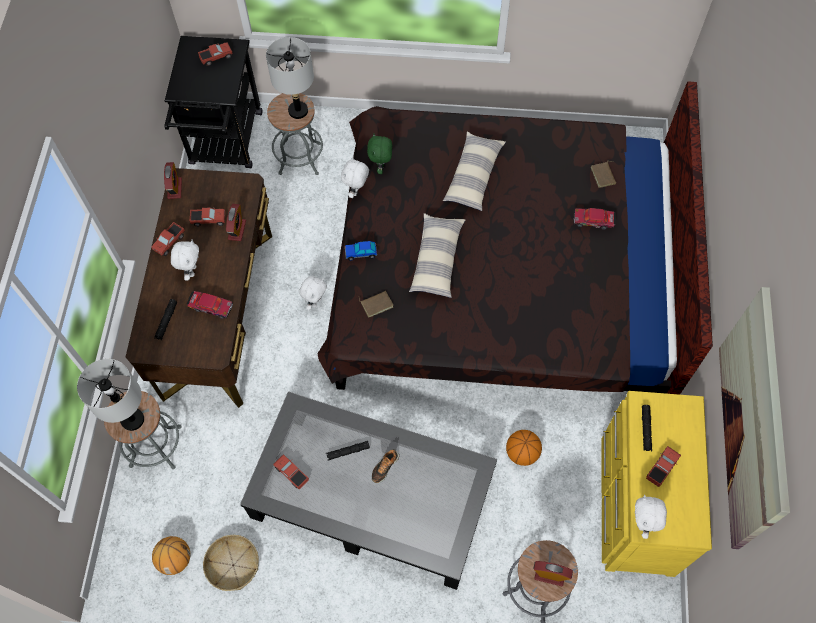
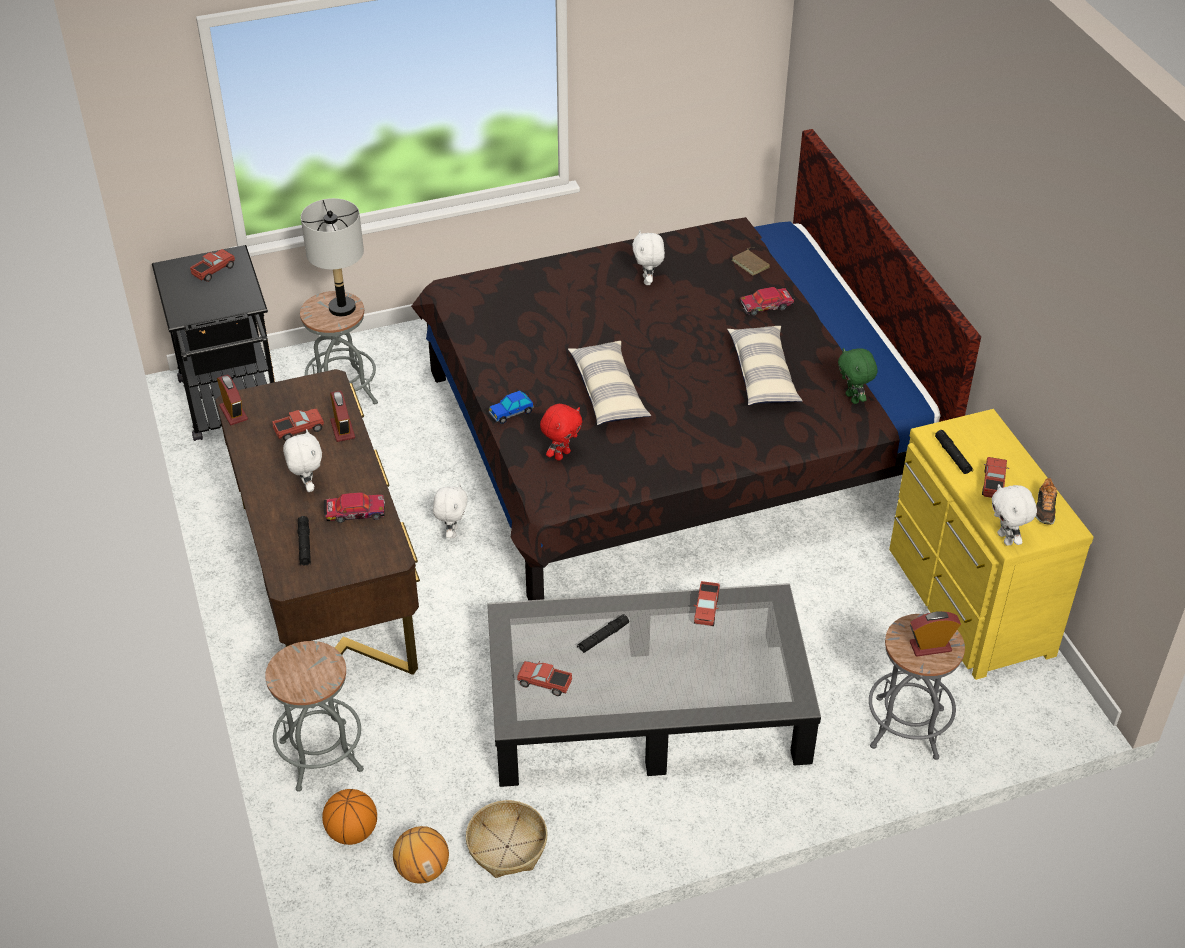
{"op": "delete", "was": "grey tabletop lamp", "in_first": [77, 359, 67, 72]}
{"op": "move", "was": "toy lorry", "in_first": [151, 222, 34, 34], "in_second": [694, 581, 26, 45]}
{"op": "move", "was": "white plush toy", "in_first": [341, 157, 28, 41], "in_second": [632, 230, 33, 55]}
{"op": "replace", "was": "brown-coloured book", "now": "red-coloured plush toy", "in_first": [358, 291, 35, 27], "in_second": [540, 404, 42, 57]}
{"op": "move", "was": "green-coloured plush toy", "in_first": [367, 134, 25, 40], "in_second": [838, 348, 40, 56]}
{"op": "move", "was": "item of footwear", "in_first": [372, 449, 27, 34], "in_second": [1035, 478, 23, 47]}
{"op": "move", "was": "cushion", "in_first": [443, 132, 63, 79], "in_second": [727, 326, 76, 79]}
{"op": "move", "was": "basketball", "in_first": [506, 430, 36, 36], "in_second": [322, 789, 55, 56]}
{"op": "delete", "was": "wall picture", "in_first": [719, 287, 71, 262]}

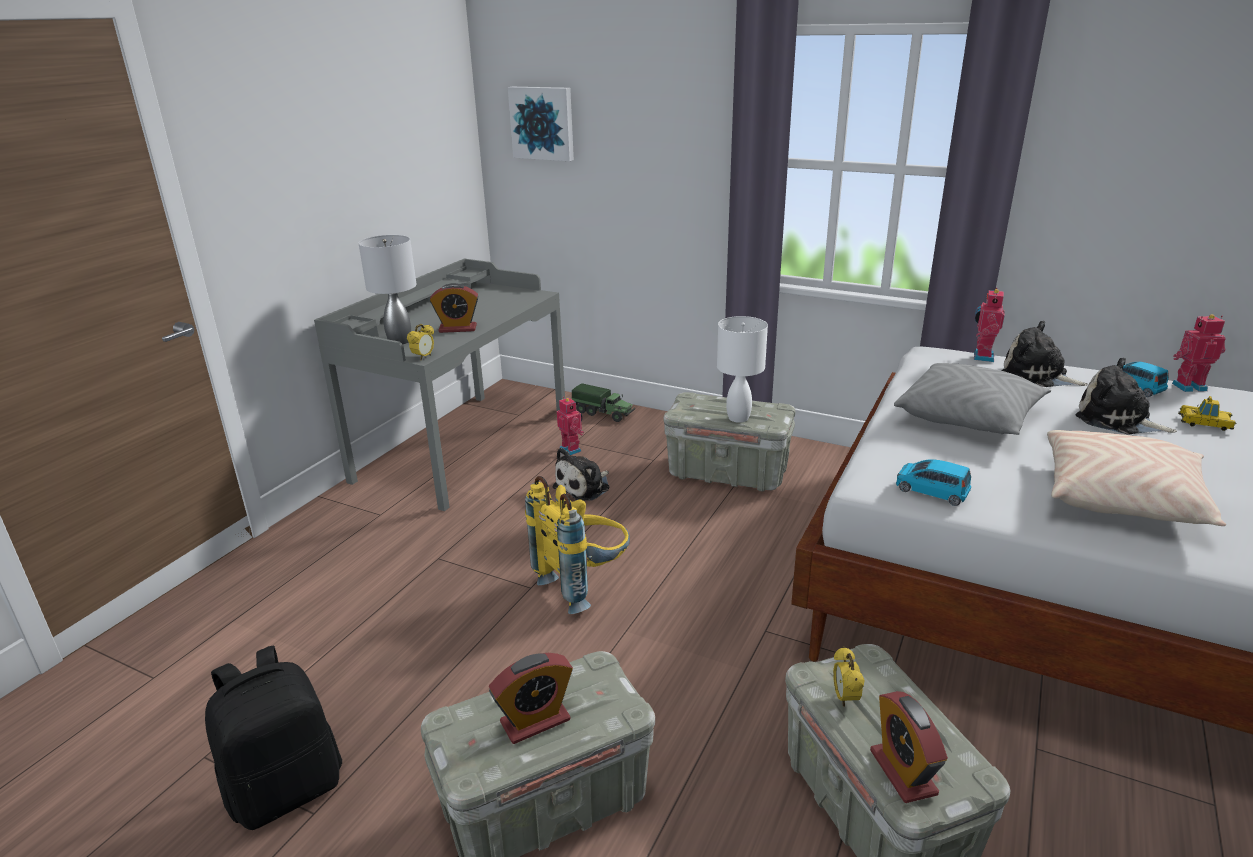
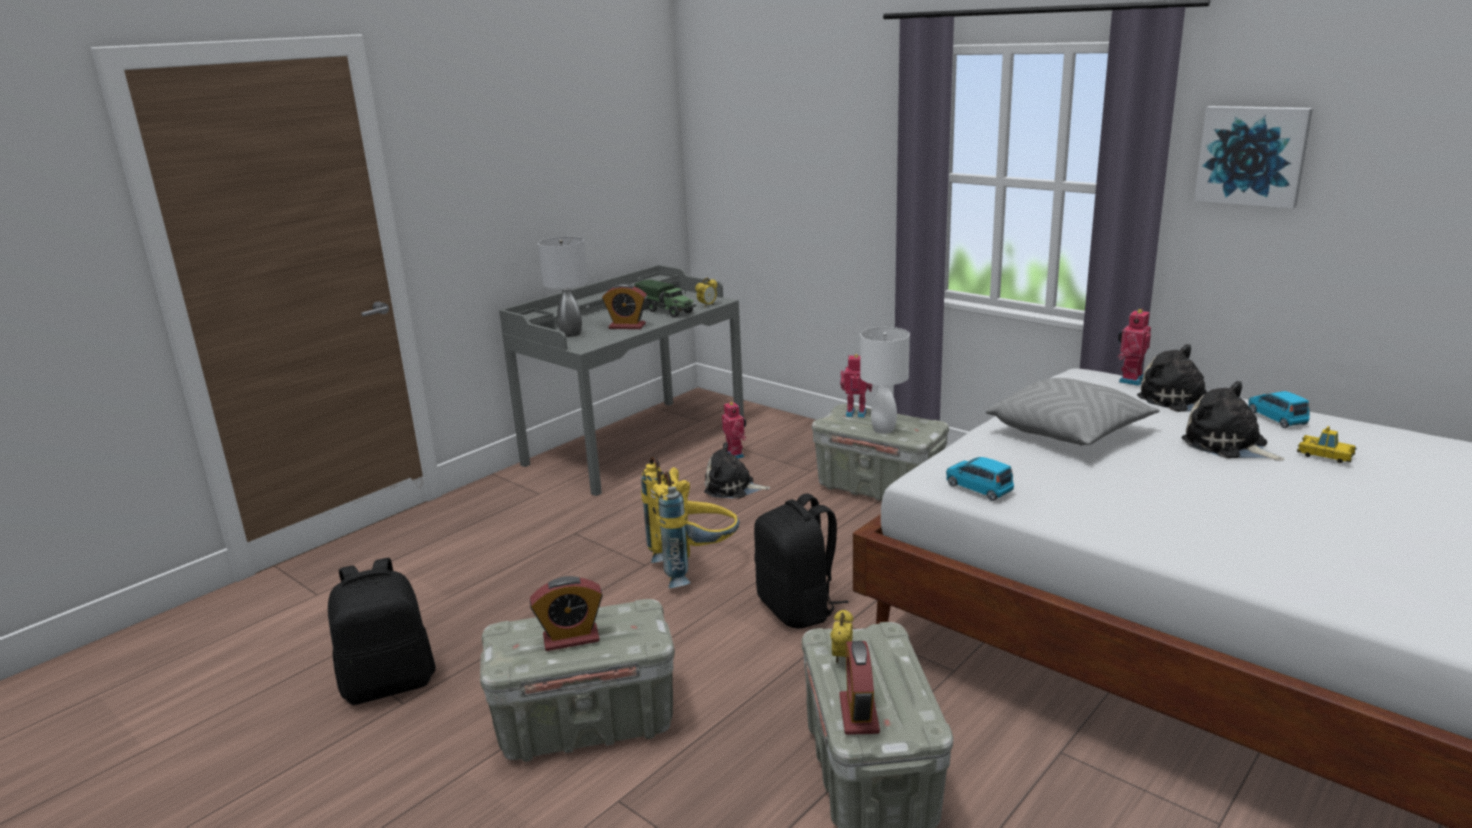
{"op": "move", "was": "table clock", "in_first": [407, 324, 27, 36], "in_second": [695, 278, 23, 29]}
{"op": "move", "was": "wall picture", "in_first": [508, 87, 66, 74], "in_second": [1194, 106, 119, 103]}
{"op": "rotate", "was": "plush toy", "in_first": [552, 448, 57, 53], "in_second": [704, 442, 66, 56], "clockwise": 45}
{"op": "move", "was": "toy lorry", "in_first": [572, 383, 63, 39], "in_second": [634, 279, 62, 39]}
{"op": "delete", "was": "beige-coloured cushion", "in_first": [1047, 430, 179, 96]}
{"op": "move", "was": "toy robot", "in_first": [1172, 314, 54, 78], "in_second": [840, 354, 32, 64]}
{"op": "insert", "now": "blackish backpack", "in_second": [754, 493, 94, 136]}

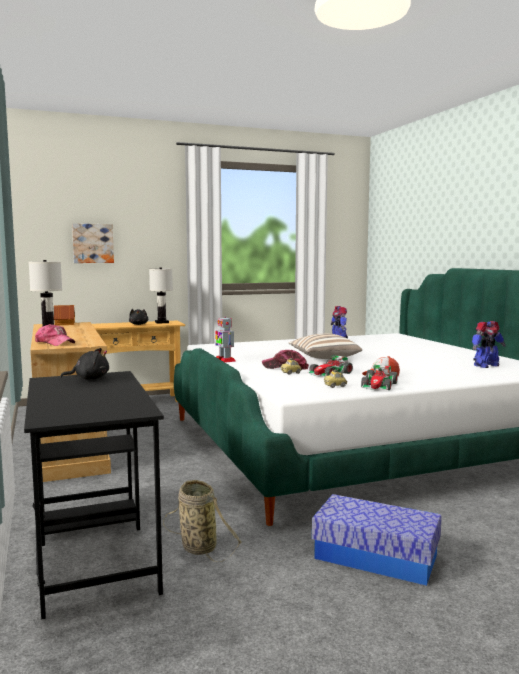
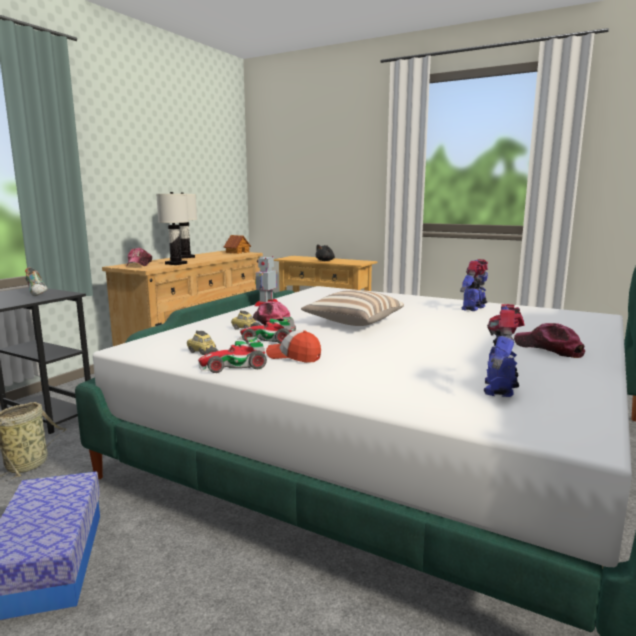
{"op": "replace", "was": "blackish plush toy", "now": "item of footwear", "in_first": [60, 348, 49, 32], "in_second": [25, 267, 23, 29]}
{"op": "delete", "was": "wall picture", "in_first": [72, 223, 42, 40]}
{"op": "move", "was": "white tabletop lamp", "in_first": [149, 268, 24, 56], "in_second": [156, 192, 33, 73]}
{"op": "rotate", "was": "toy robot", "in_first": [472, 321, 34, 47], "in_second": [484, 304, 41, 93], "clockwise": 90}
{"op": "insert", "now": "cap", "in_second": [514, 323, 71, 35]}

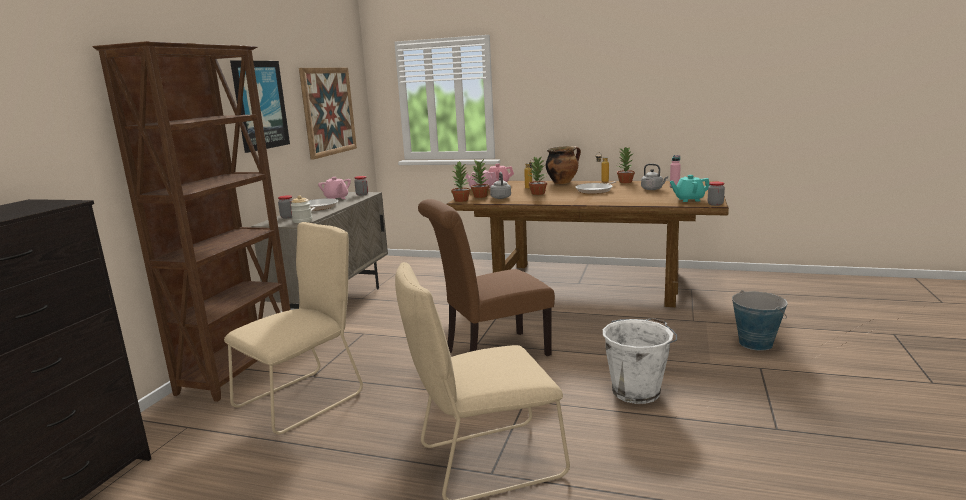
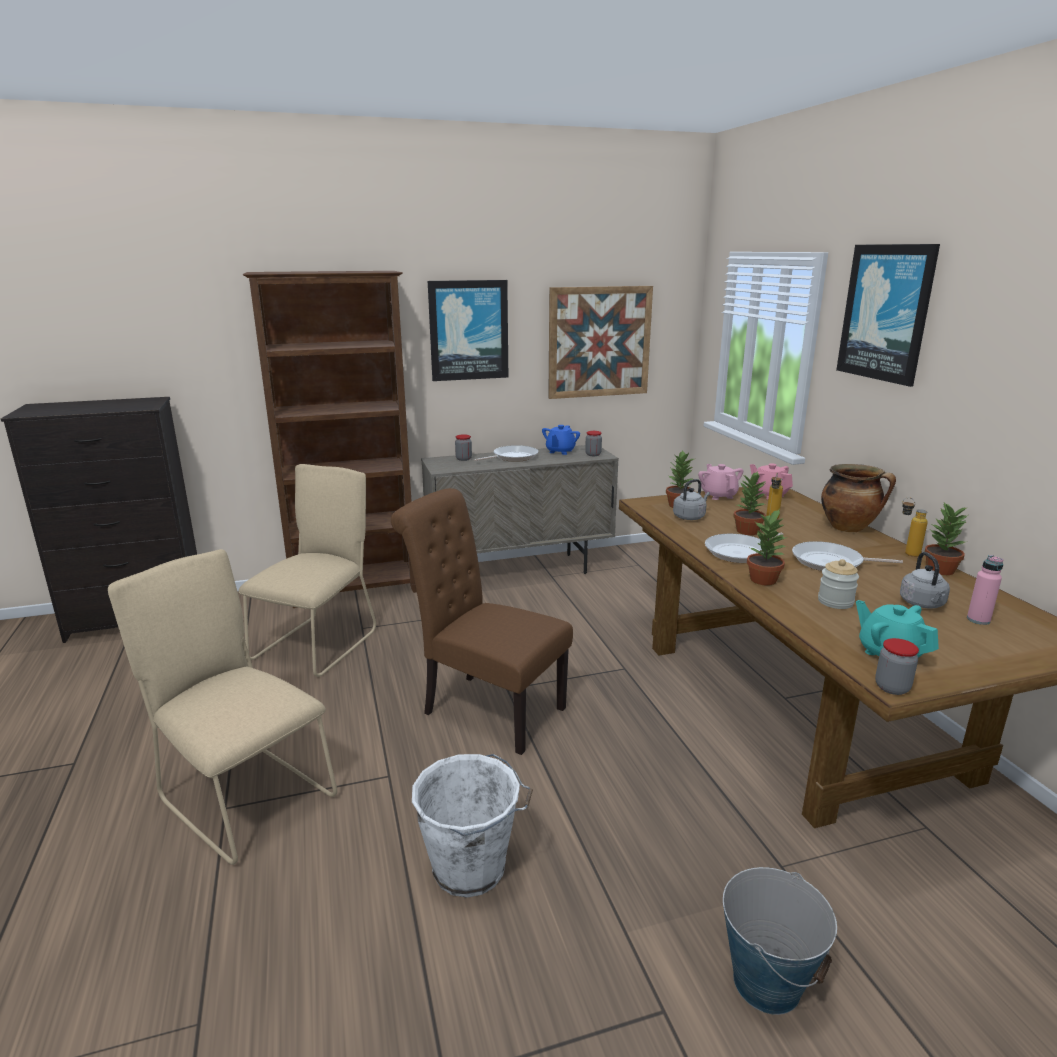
{"op": "rotate", "was": "beige-coloured plain chair", "in_first": [224, 222, 139, 212], "in_second": [239, 464, 137, 213], "clockwise": -75}
{"op": "move", "was": "preserve jar", "in_first": [290, 196, 22, 27], "in_second": [818, 559, 41, 50]}
{"op": "recolor", "was": "pinkish pot for tea", "now": "bluish pot for tea", "in_first": [318, 177, 33, 22], "in_second": [542, 425, 38, 30]}
{"op": "move", "was": "plant in a pot", "in_first": [451, 161, 19, 41], "in_second": [747, 509, 40, 77]}
{"op": "insert", "now": "pan", "in_second": [705, 533, 78, 30]}
{"op": "insert", "now": "wall picture", "in_second": [836, 244, 104, 143]}

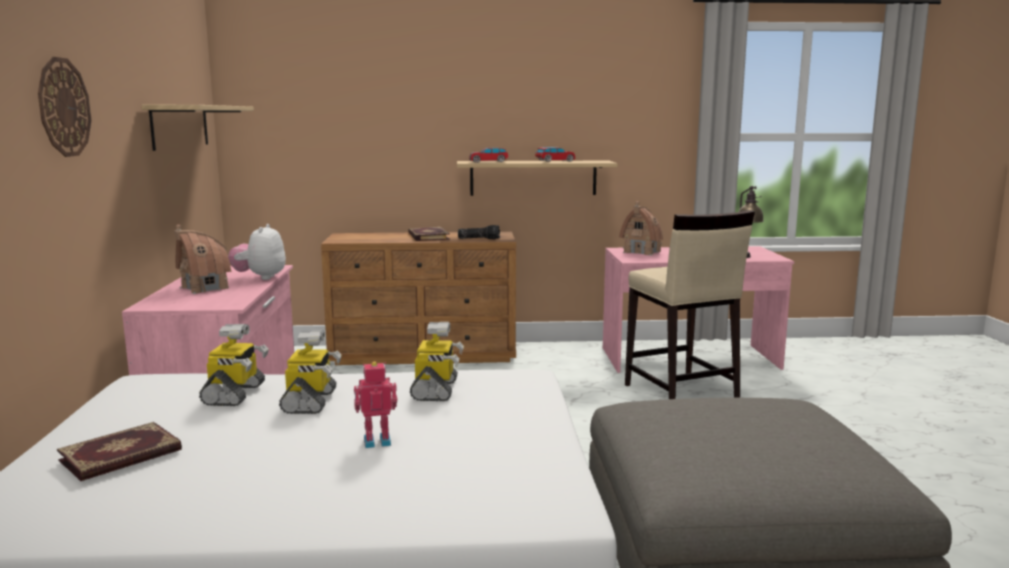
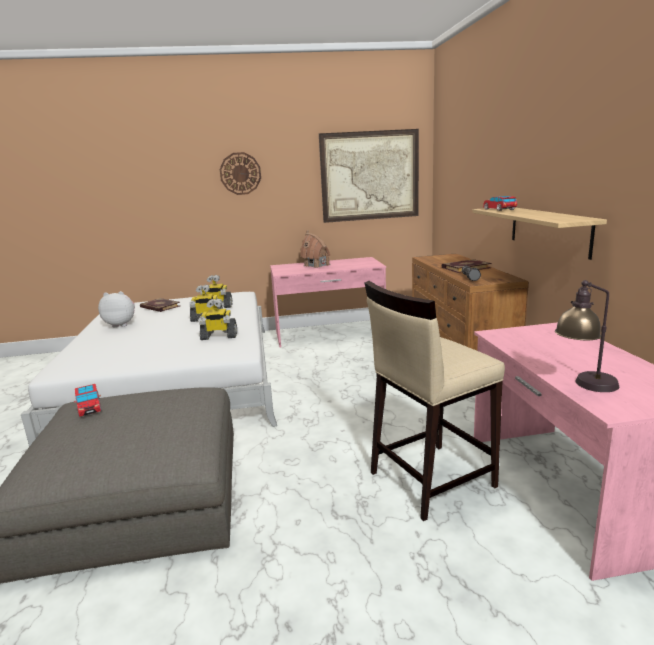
{"op": "replace", "was": "shelf", "now": "wall picture", "in_first": [142, 105, 112, 46], "in_second": [319, 129, 100, 94]}
{"op": "move", "was": "plush toy", "in_first": [228, 224, 58, 56], "in_second": [98, 291, 37, 36]}
{"op": "delete", "was": "toy robot", "in_first": [354, 361, 43, 87]}
{"op": "move", "was": "toy car", "in_first": [535, 147, 40, 15], "in_second": [74, 384, 28, 33]}
{"op": "delete", "was": "model house", "in_first": [619, 202, 44, 54]}

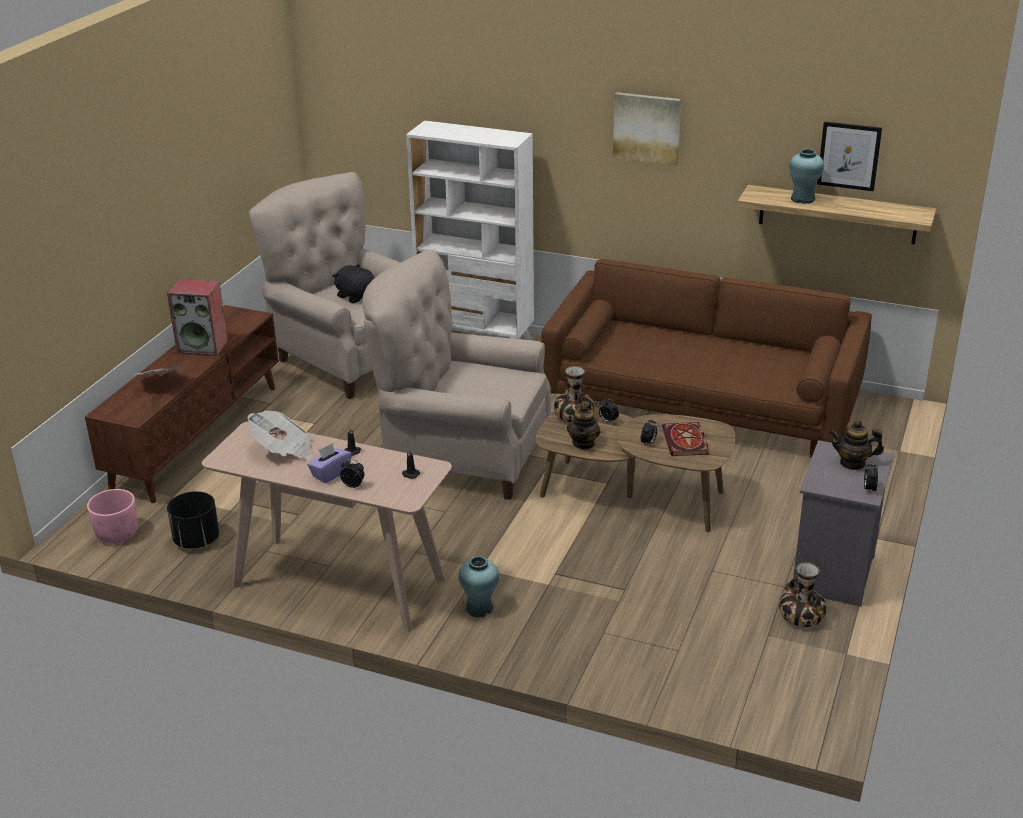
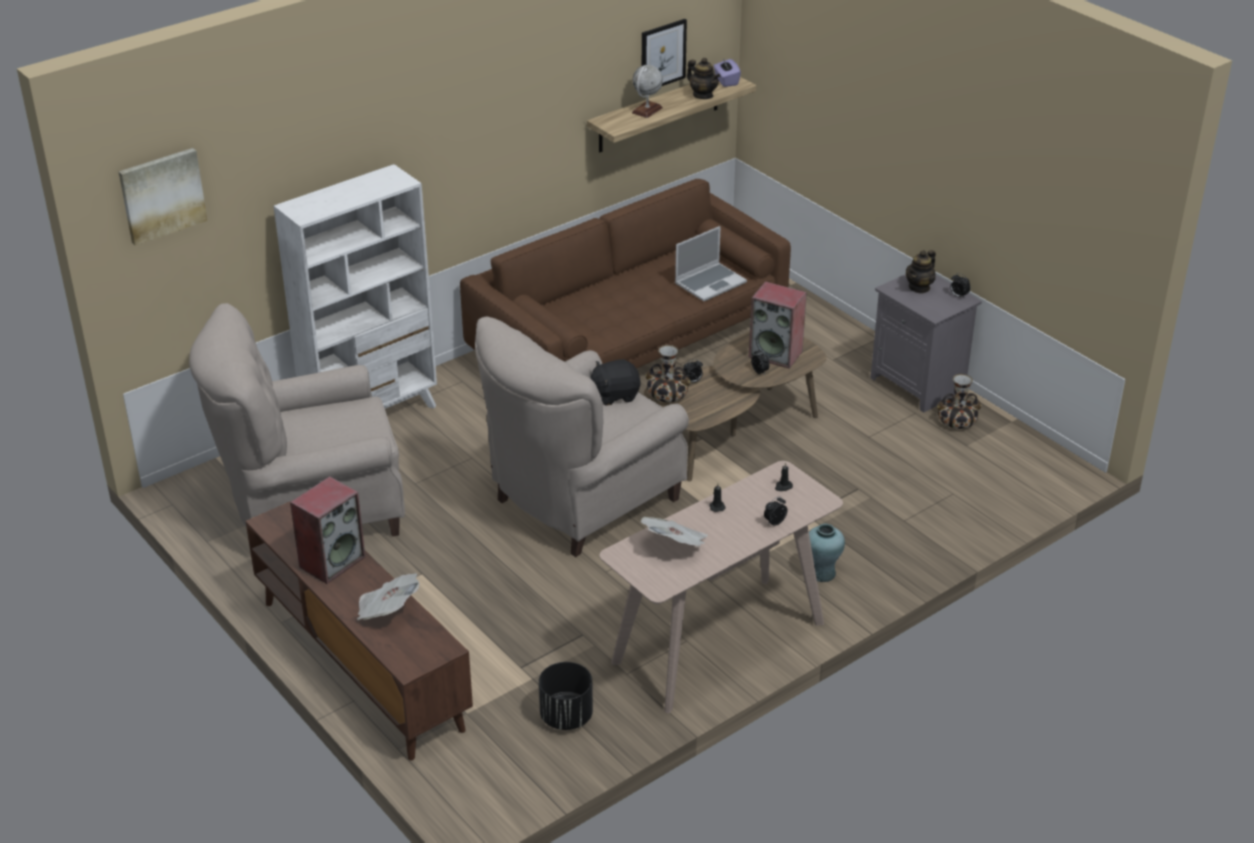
{"op": "delete", "was": "pinkish planter", "in_first": [87, 489, 51, 55]}
{"op": "move", "was": "purple tissue holder", "in_first": [307, 443, 45, 40], "in_second": [713, 59, 28, 28]}
{"op": "move", "was": "blackish plush toy", "in_first": [333, 264, 41, 39], "in_second": [590, 359, 51, 47]}
{"op": "move", "was": "pot for tea", "in_first": [567, 402, 34, 48], "in_second": [687, 58, 33, 41]}
{"op": "move", "was": "wall picture", "in_first": [613, 92, 68, 74], "in_second": [119, 148, 88, 98]}
{"op": "replace", "was": "book", "now": "speaker", "in_first": [662, 422, 47, 34], "in_second": [749, 281, 58, 88]}
{"op": "replace", "was": "turquoise-coloured vase", "now": "world globe", "in_first": [789, 149, 35, 55], "in_second": [632, 65, 31, 53]}
{"op": "insert", "now": "portable computer", "in_second": [675, 226, 72, 75]}

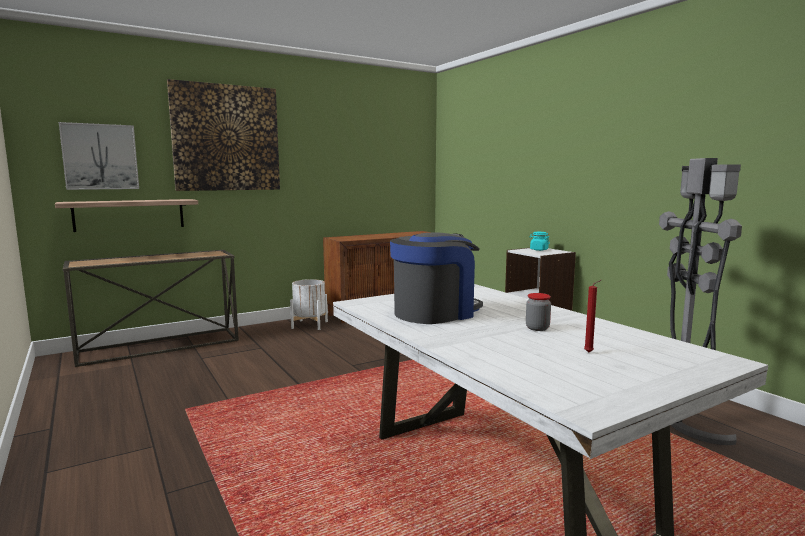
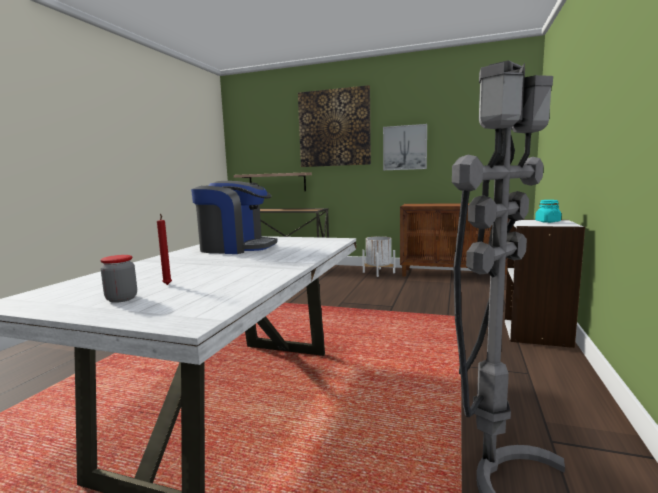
{"op": "move", "was": "wall picture", "in_first": [59, 122, 80, 68], "in_second": [383, 124, 44, 46]}
{"op": "move", "was": "preserve jar", "in_first": [526, 293, 25, 38], "in_second": [100, 255, 37, 48]}

